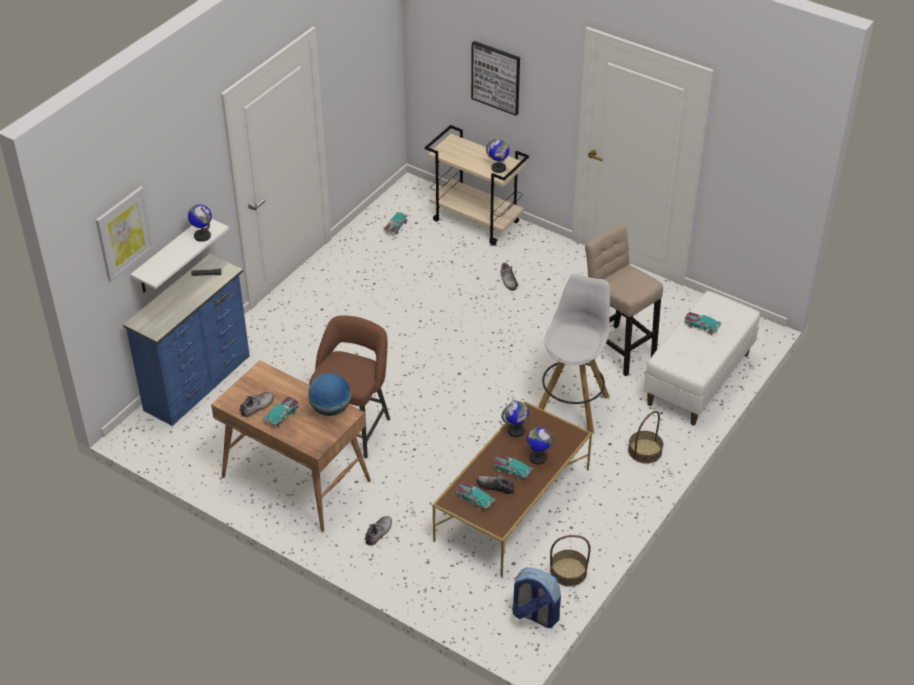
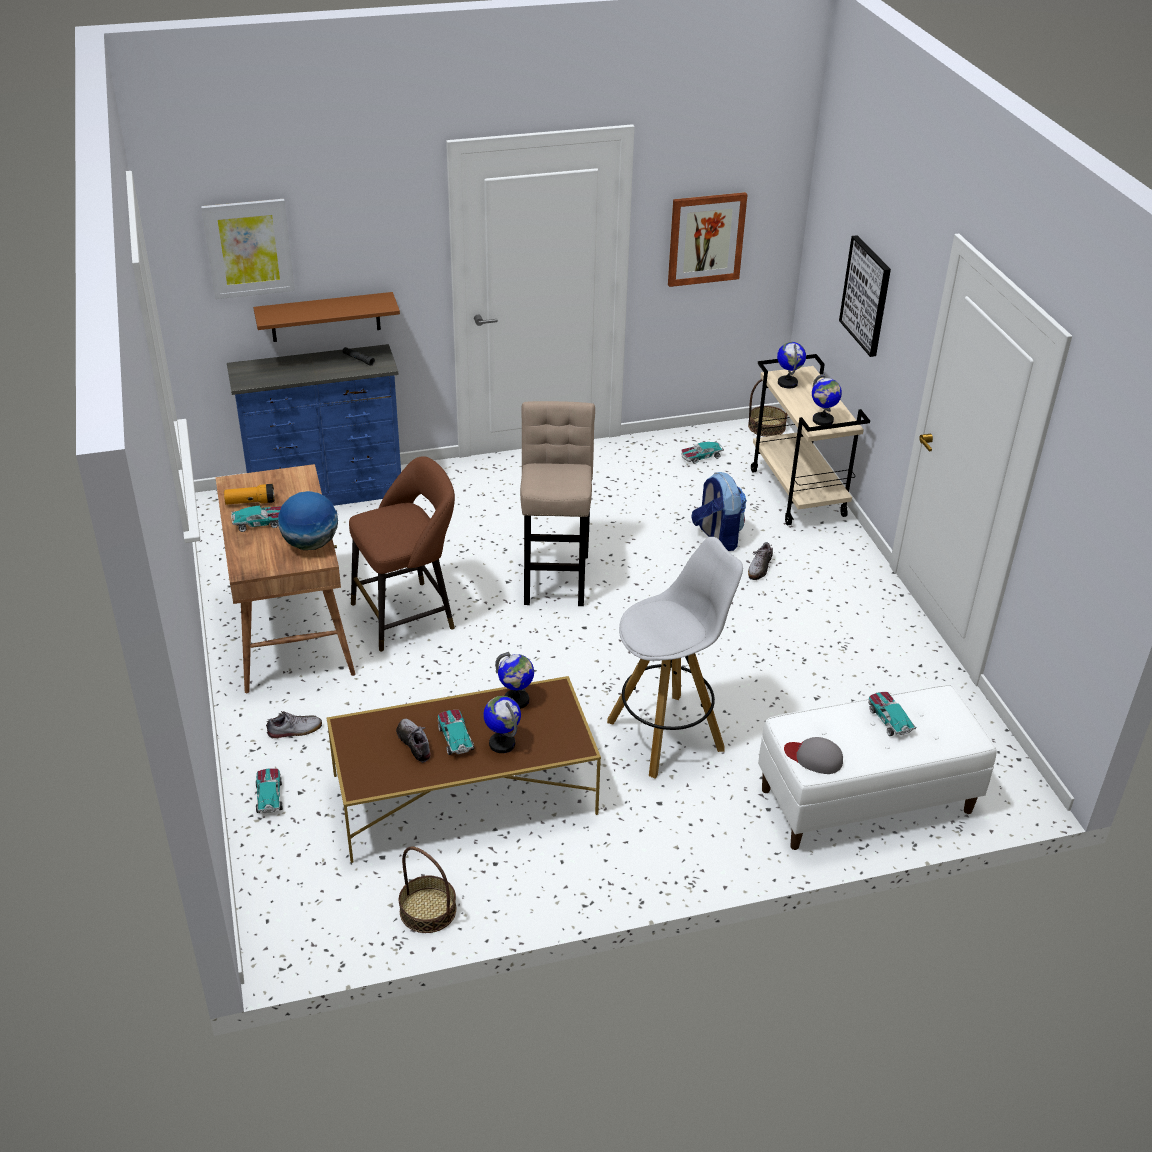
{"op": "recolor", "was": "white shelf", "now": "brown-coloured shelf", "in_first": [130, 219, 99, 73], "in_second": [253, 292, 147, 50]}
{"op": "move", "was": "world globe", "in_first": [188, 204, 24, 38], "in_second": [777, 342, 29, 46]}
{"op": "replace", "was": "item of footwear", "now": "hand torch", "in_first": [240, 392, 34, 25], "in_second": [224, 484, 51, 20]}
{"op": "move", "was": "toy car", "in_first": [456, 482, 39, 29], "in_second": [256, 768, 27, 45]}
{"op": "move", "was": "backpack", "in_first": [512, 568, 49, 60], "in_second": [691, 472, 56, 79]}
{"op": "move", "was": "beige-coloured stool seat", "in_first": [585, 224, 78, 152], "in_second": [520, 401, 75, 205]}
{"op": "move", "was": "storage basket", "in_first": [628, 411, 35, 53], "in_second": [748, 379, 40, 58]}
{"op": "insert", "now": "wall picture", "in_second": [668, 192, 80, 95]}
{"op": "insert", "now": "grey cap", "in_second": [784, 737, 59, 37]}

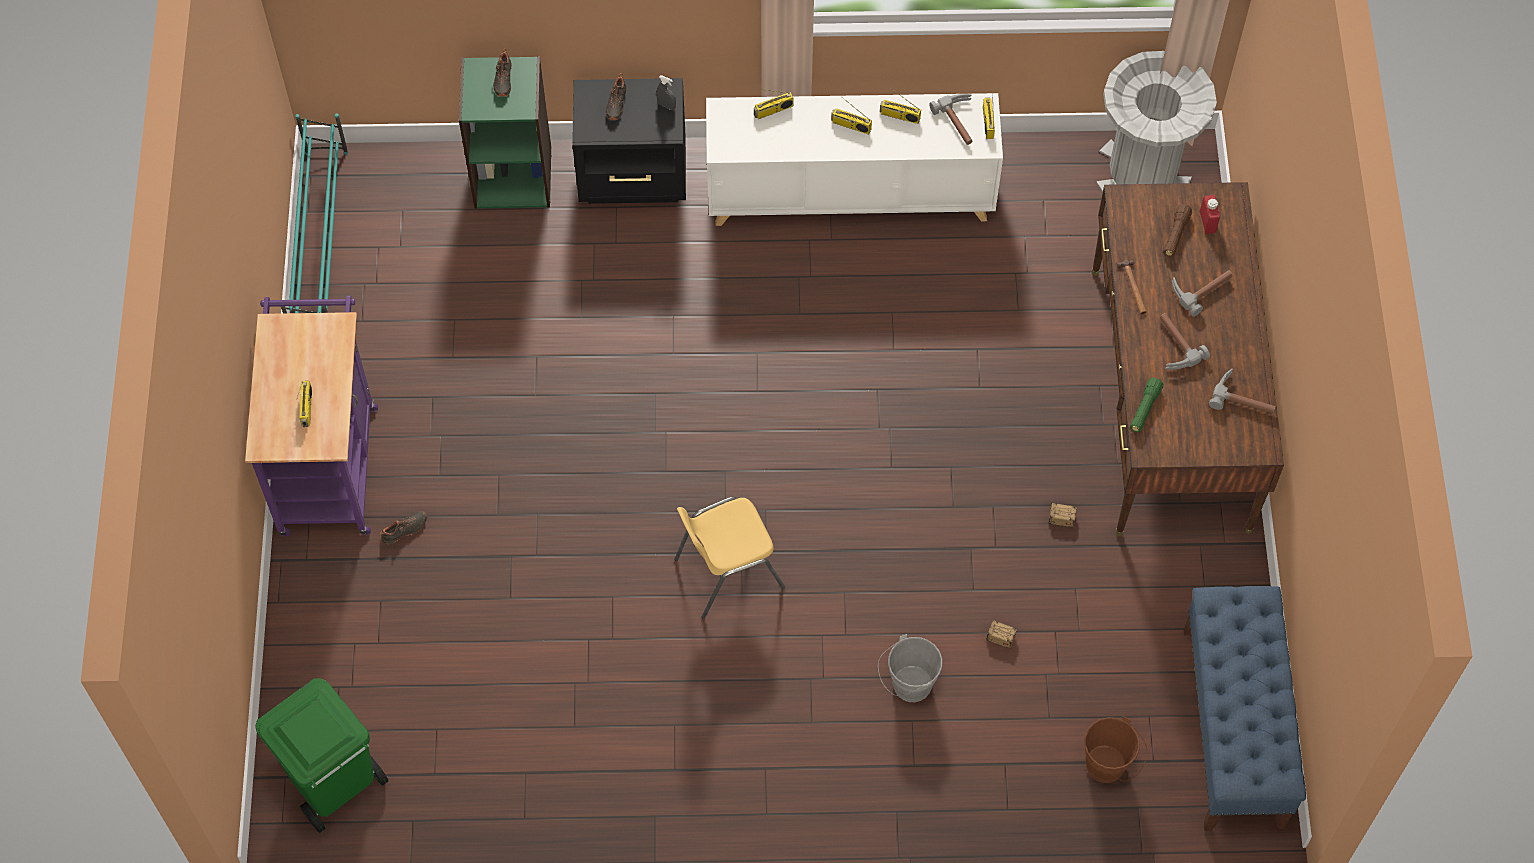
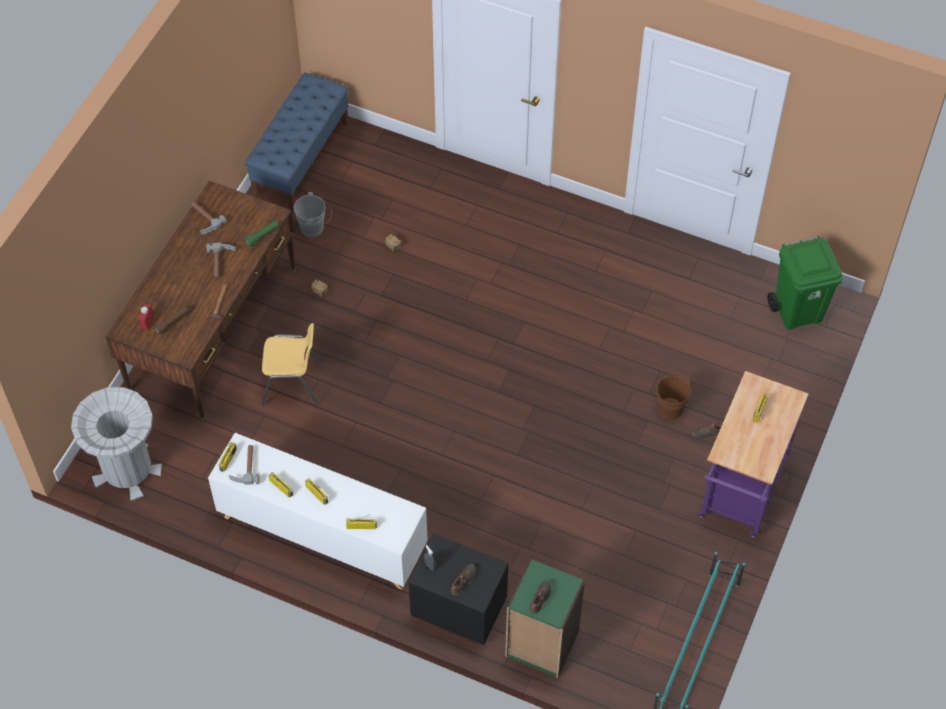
{"op": "move", "was": "yellow plain chair", "in_first": [674, 497, 111, 122], "in_second": [261, 323, 61, 82]}
{"op": "move", "was": "grey pail", "in_first": [878, 634, 64, 68], "in_second": [293, 192, 39, 46]}
{"op": "move", "was": "brown-coloured pail", "in_first": [1084, 716, 63, 67], "in_second": [652, 375, 39, 45]}
{"op": "delete", "was": "hand hammer", "in_first": [1172, 270, 60, 47]}

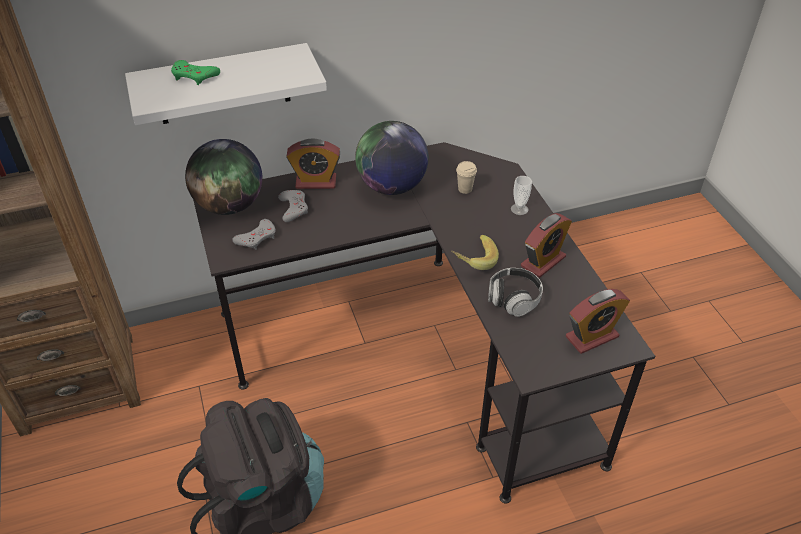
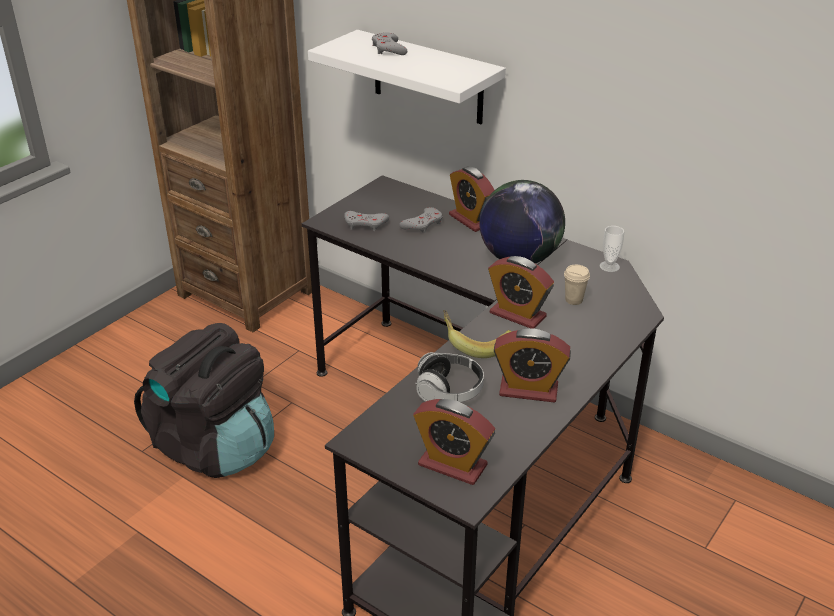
{"op": "recolor", "was": "green-coloured joypad", "now": "grey joypad", "in_first": [171, 60, 49, 25], "in_second": [372, 33, 36, 22]}
{"op": "delete", "was": "world globe", "in_first": [185, 139, 77, 76]}
{"op": "move", "was": "small cup", "in_first": [511, 176, 21, 39], "in_second": [600, 226, 24, 46]}
{"op": "insert", "now": "table clock", "in_second": [488, 256, 66, 73]}

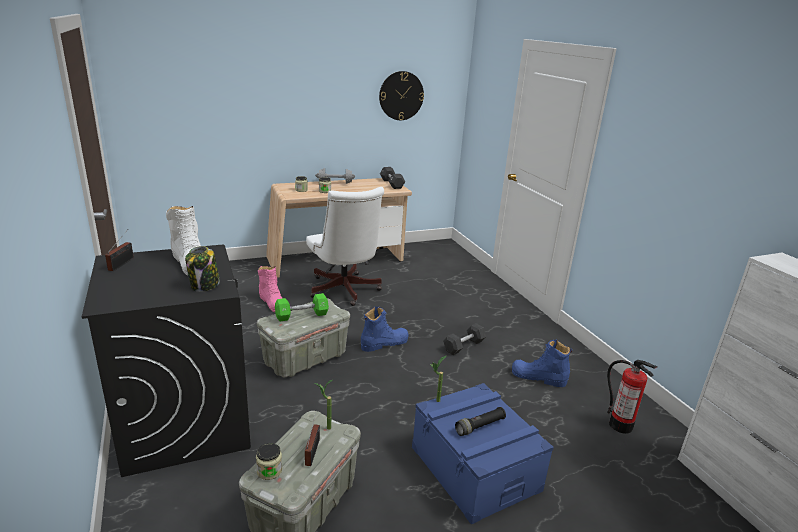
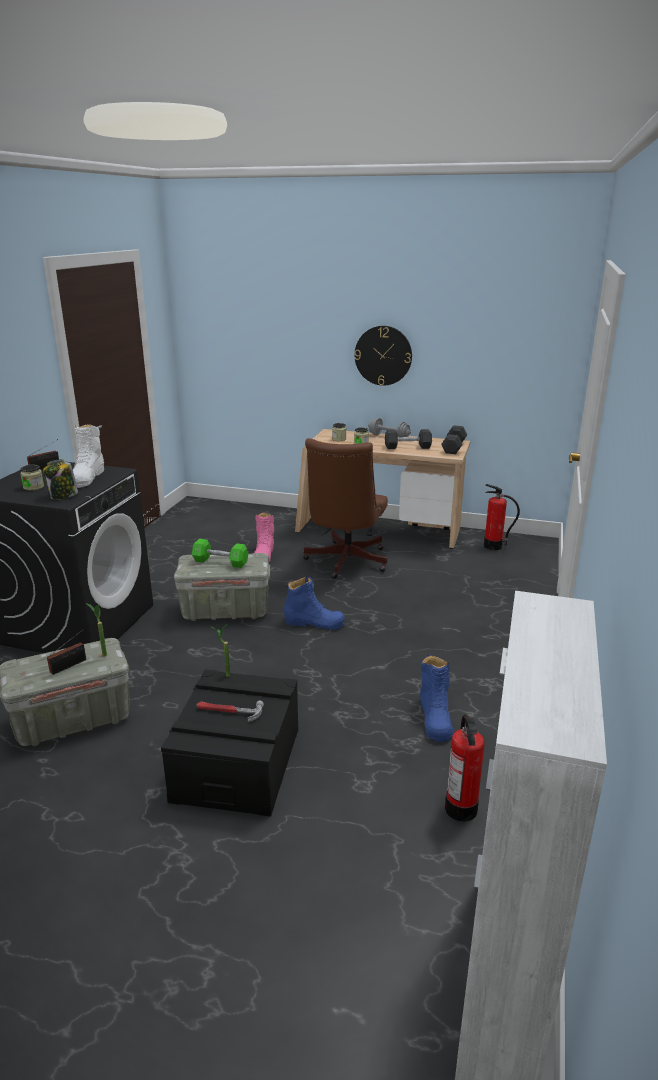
{"op": "move", "was": "preserve jar", "in_first": [256, 443, 26, 37], "in_second": [21, 465, 23, 25]}
{"op": "recolor", "was": "white computer chair", "now": "brown-coloured computer chair", "in_first": [306, 187, 78, 119], "in_second": [303, 438, 85, 141]}
{"op": "move", "was": "clock on the wall", "in_first": [379, 71, 45, 49], "in_second": [354, 326, 58, 60]}
{"op": "recolor", "was": "bluish storage box", "now": "blackish storage box", "in_first": [412, 383, 142, 142], "in_second": [161, 669, 137, 148]}
{"op": "move", "was": "blackish hand weight", "in_first": [443, 323, 43, 32], "in_second": [385, 429, 47, 20]}
{"op": "replace", "was": "blackish hand torch", "now": "hand hammer", "in_first": [455, 407, 51, 29], "in_second": [197, 701, 67, 21]}
{"op": "rotate", "was": "bluish tall boot", "in_first": [512, 340, 61, 47], "in_second": [420, 655, 34, 87], "clockwise": -150}
{"op": "insert", "now": "extinguisher", "in_second": [484, 484, 36, 66]}

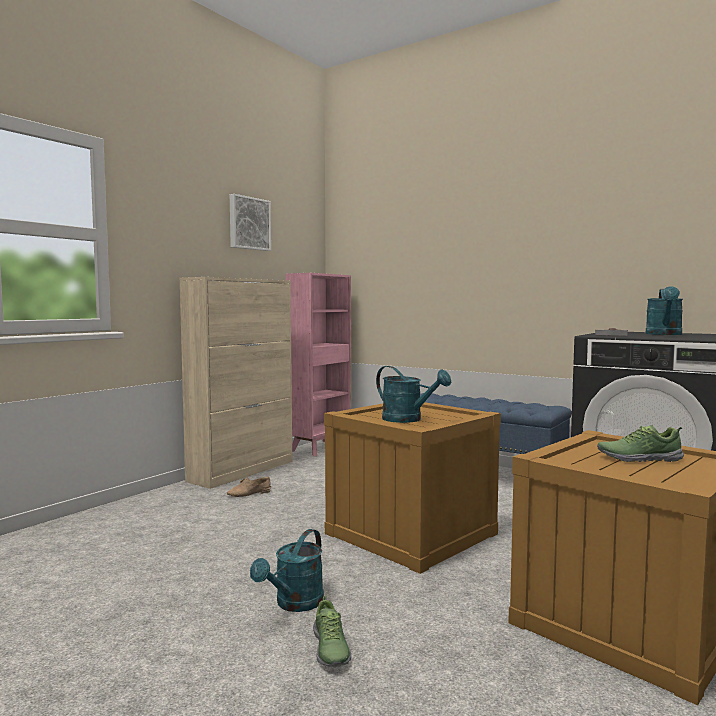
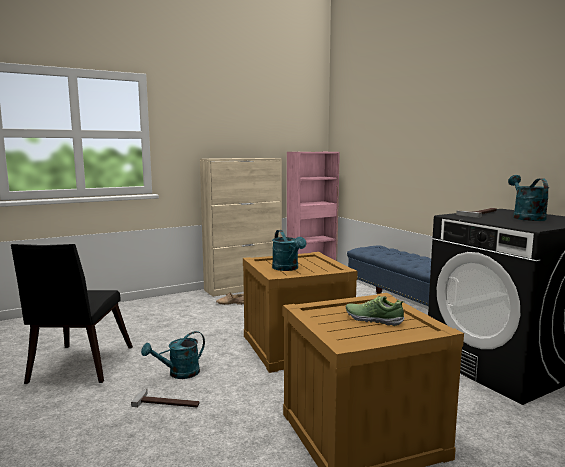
{"op": "delete", "was": "wall picture", "in_first": [230, 194, 41, 57]}
{"op": "replace", "was": "item of footwear", "now": "hand hammer", "in_first": [313, 596, 38, 71], "in_second": [131, 388, 69, 19]}
{"op": "rotate", "was": "turquoise-coloured sprinkling can", "in_first": [645, 286, 38, 49], "in_second": [508, 175, 42, 46], "clockwise": 135}
{"op": "insert", "now": "blackish plain chair", "in_second": [11, 244, 122, 140]}

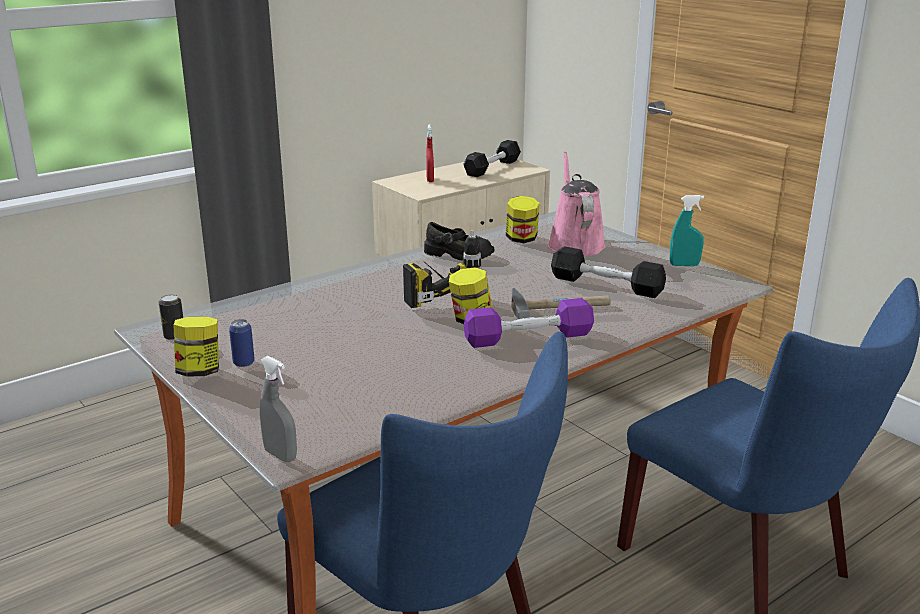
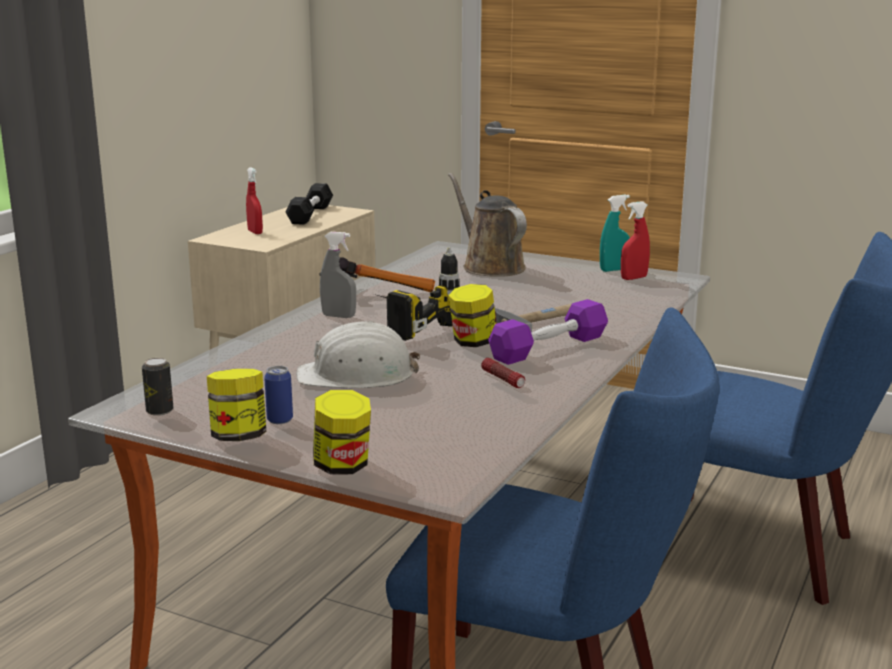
{"op": "move", "was": "grey hand sprayer", "in_first": [260, 356, 37, 106], "in_second": [320, 232, 36, 86]}
{"op": "replace", "was": "blackish item of footwear", "now": "hand hammer", "in_first": [424, 222, 71, 39], "in_second": [339, 258, 96, 34]}
{"op": "move", "was": "preserve jar", "in_first": [506, 196, 34, 47], "in_second": [313, 390, 58, 85]}
{"op": "recolor", "was": "pinkish sprinkling can", "now": "brown-coloured sprinkling can", "in_first": [547, 152, 59, 104], "in_second": [448, 173, 79, 104]}
{"op": "delete", "was": "blackish hand weight", "in_first": [551, 246, 115, 52]}
{"op": "insert", "now": "white work helmet", "in_second": [296, 321, 124, 68]}
{"op": "insert", "now": "hand torch", "in_second": [481, 358, 44, 30]}
{"op": "insert", "now": "red-coloured hand sprayer", "in_second": [621, 201, 29, 79]}

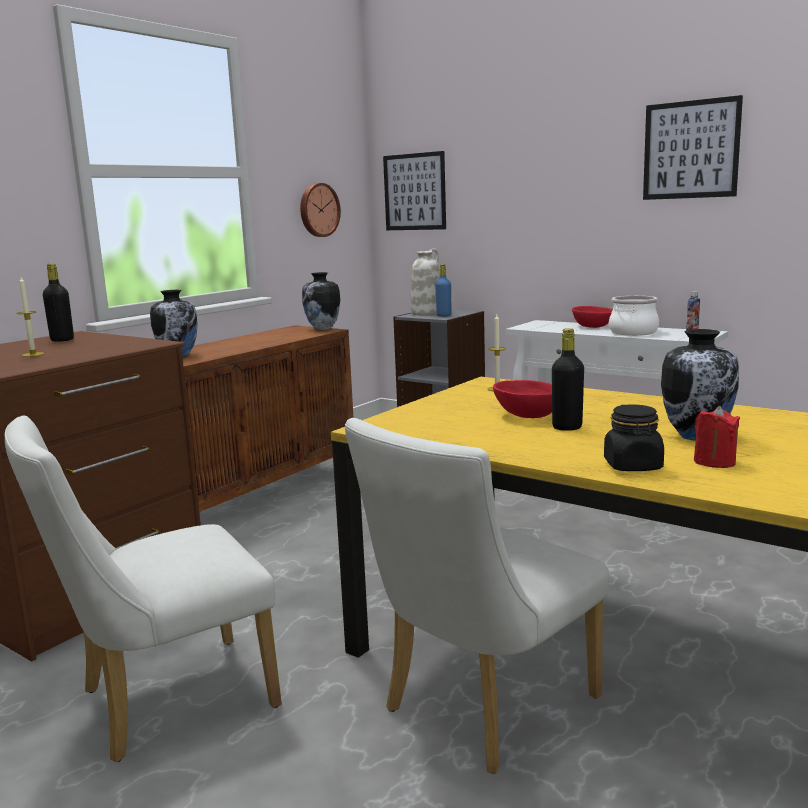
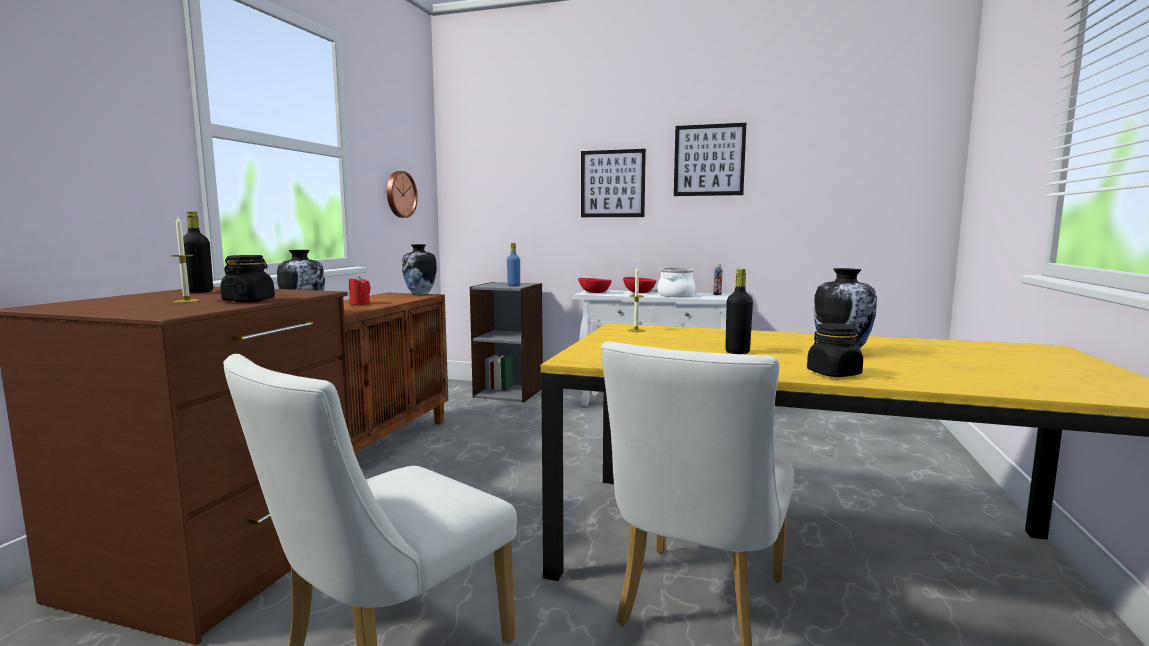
{"op": "move", "was": "wall picture", "in_first": [383, 151, 63, 79], "in_second": [581, 149, 65, 68]}
{"op": "delete", "was": "white vase", "in_first": [411, 248, 29, 67]}
{"op": "move", "was": "red-coloured bowl", "in_first": [493, 380, 59, 38], "in_second": [578, 278, 34, 15]}
{"op": "move", "was": "red-coloured wax light", "in_first": [694, 406, 46, 62], "in_second": [349, 276, 22, 29]}
{"op": "insert", "now": "blackish preserve jar", "in_second": [220, 255, 55, 47]}

